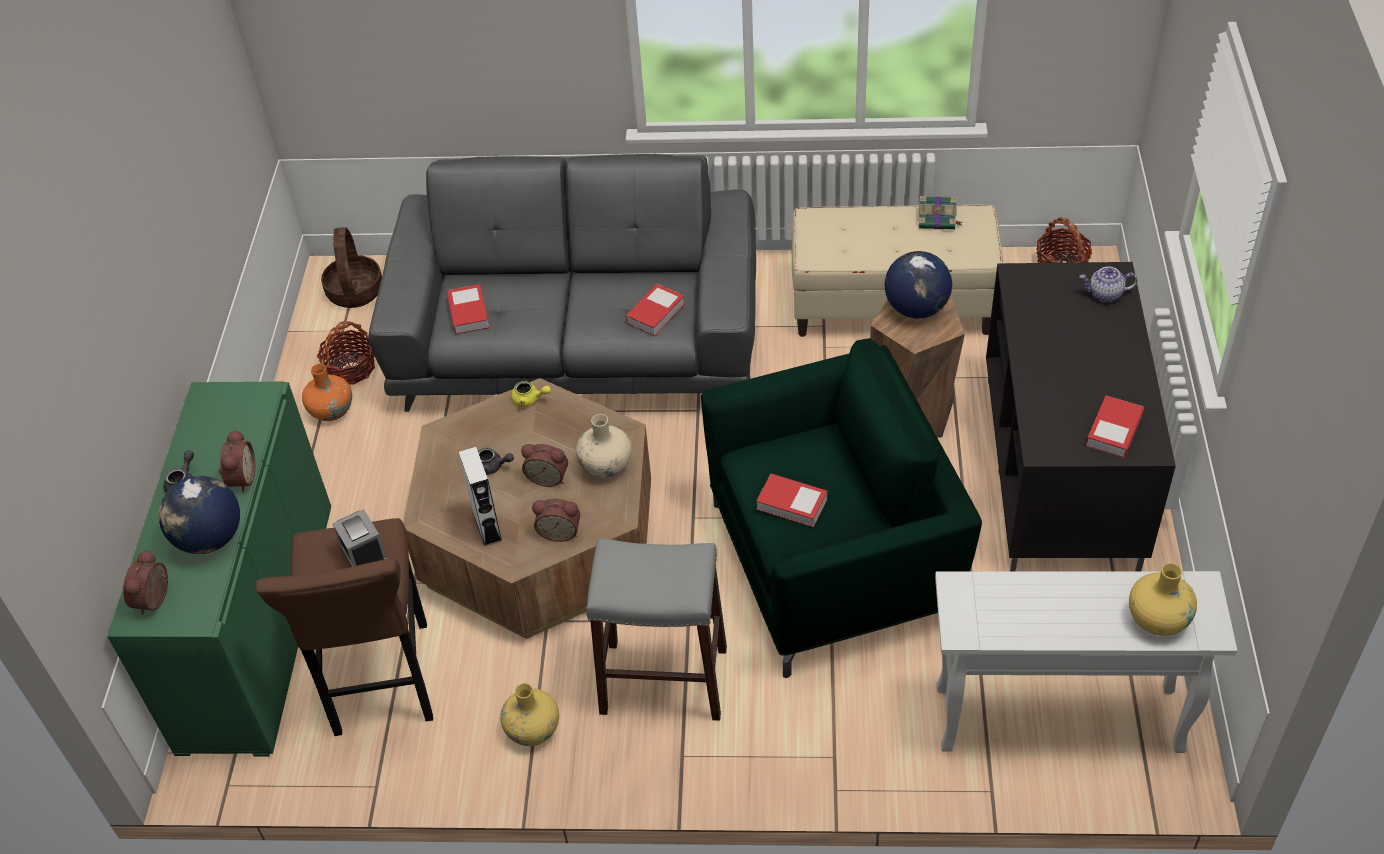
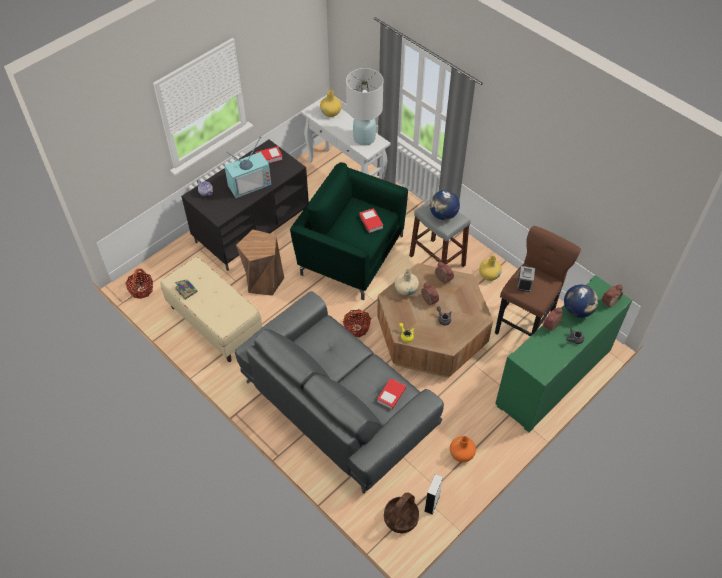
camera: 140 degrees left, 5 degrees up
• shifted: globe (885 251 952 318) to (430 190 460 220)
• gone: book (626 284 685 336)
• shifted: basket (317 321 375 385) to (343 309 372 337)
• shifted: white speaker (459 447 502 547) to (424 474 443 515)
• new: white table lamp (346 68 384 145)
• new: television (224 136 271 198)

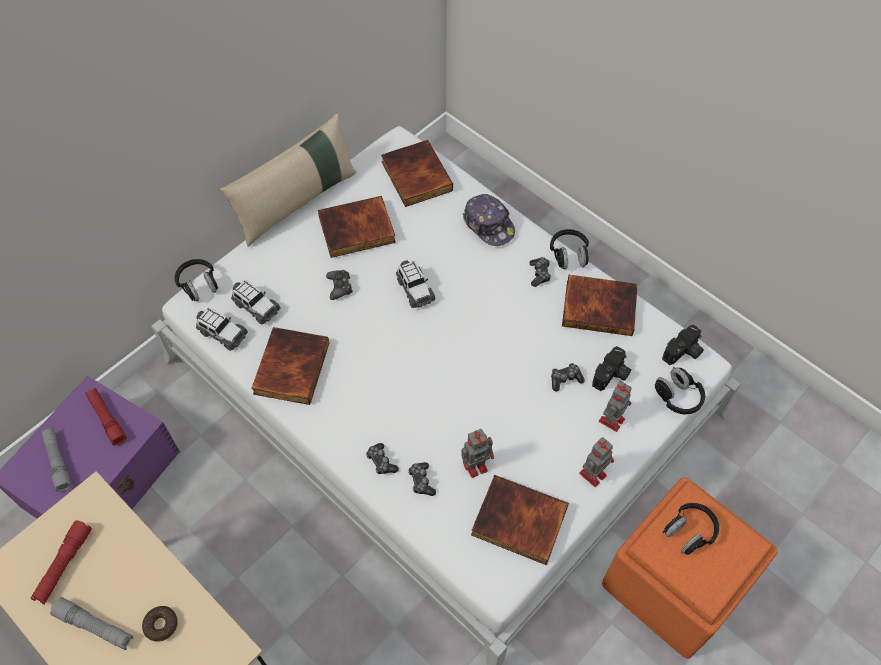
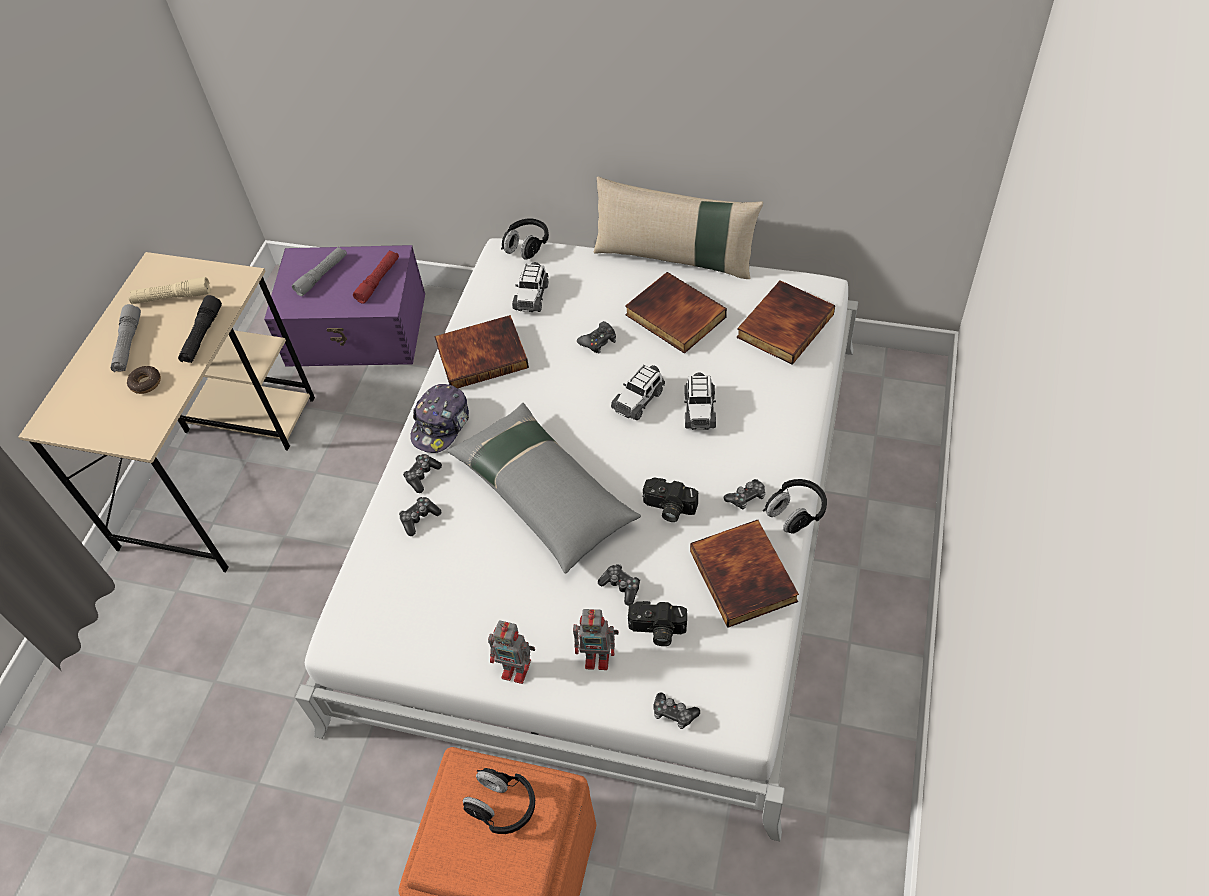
camera: 65 degrees right, 5 degrees down
• shifted: cap (463 194 515 246) to (410 384 469 453)
• shifted: toy car (196 307 248 351) to (684 373 716 430)
• shifted: photo camera (662 325 704 365) to (643 478 698 522)
• swapped: black headphones (655 367 705 414) to game controller (653 692 700 729)
• gone: toy robot (461 429 494 478)
• gone: book (471 475 569 565)
• repainted: red flashlight (30 520 92 605) to beige flashlight (129 277 211 304)
• new: black flashlight (178 295 222 363)
• new: grey pillow (448 403 641 574)

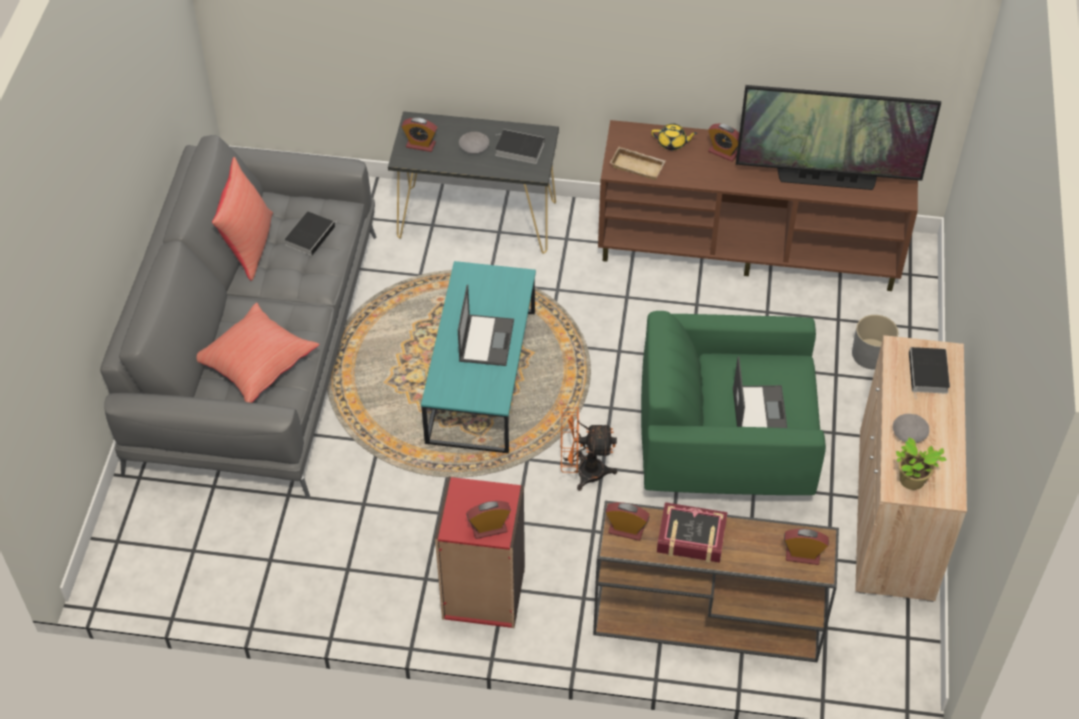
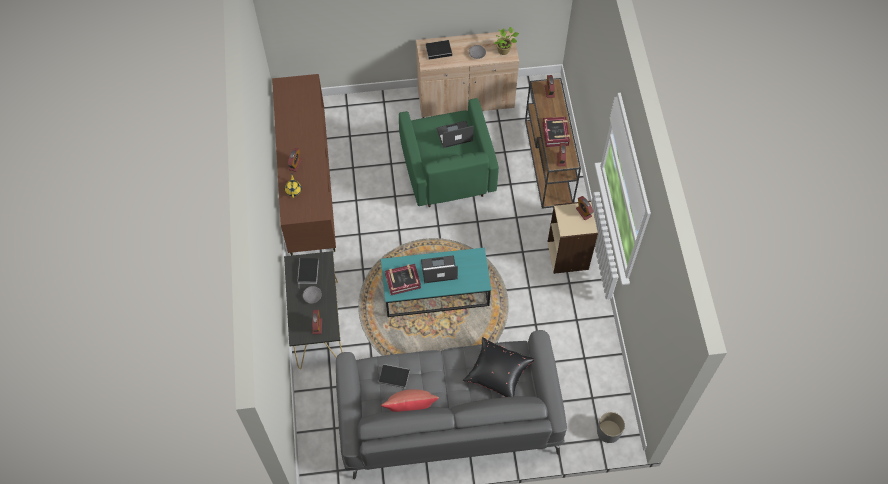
camera: 105 degrees left, 10 degrees up
• gone: television (736 85 941 190)
• gone: beige tray (610 147 666 180)
• repainted: red pillow (197 303 319 403) to black pillow (463 337 534 397)
• shifted: grey planter (852 315 898 369) to (597 412 625 443)
• gone: orange fan (561 407 617 491)
• repainted: red bookcase (435 477 525 628) to beige bookcase (548 201 598 274)
• new: book (385 264 421 295)

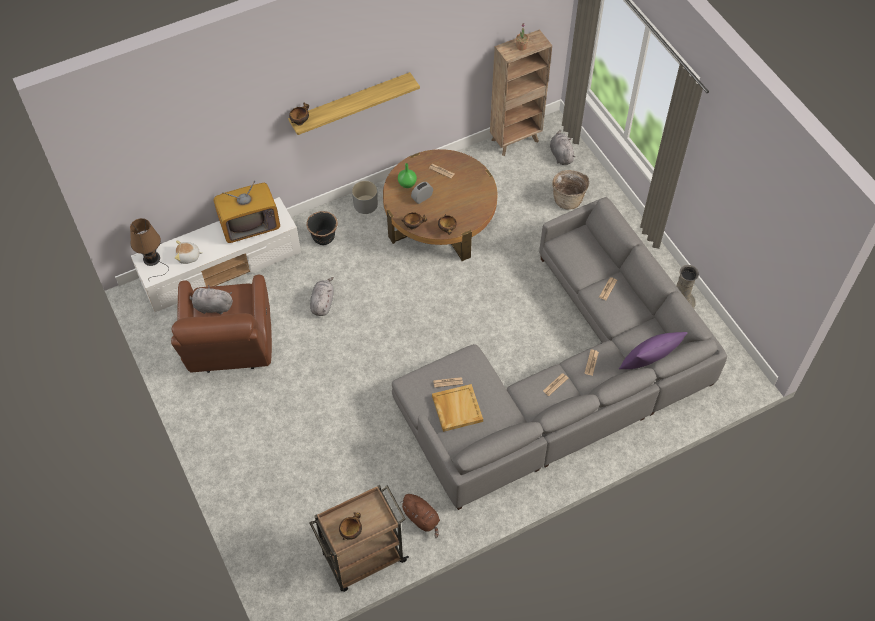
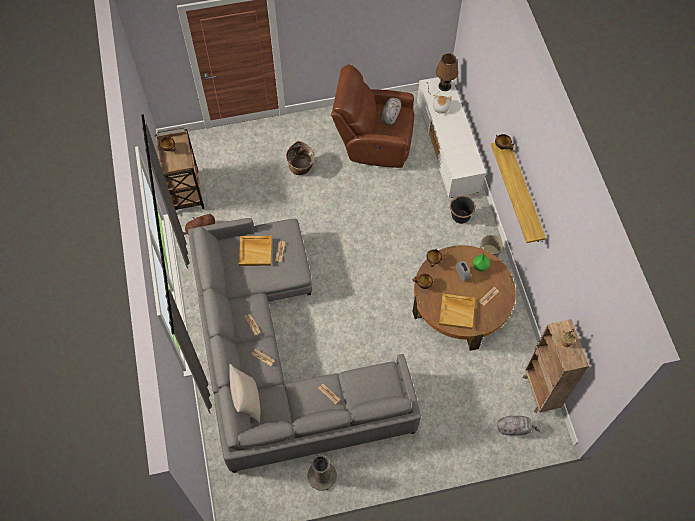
camera: 105 degrees right, 5 degrees up
• shifted: basket (552 170 589 210) to (286 141 315 175)
• gone: television (214 181 280 243)
• gone: grey plush toy (310 277 334 316)
• repainted: purple pillow (619 332 687 369) to beige pillow (229 364 260 423)
• new: beige tray (439 294 475 329)

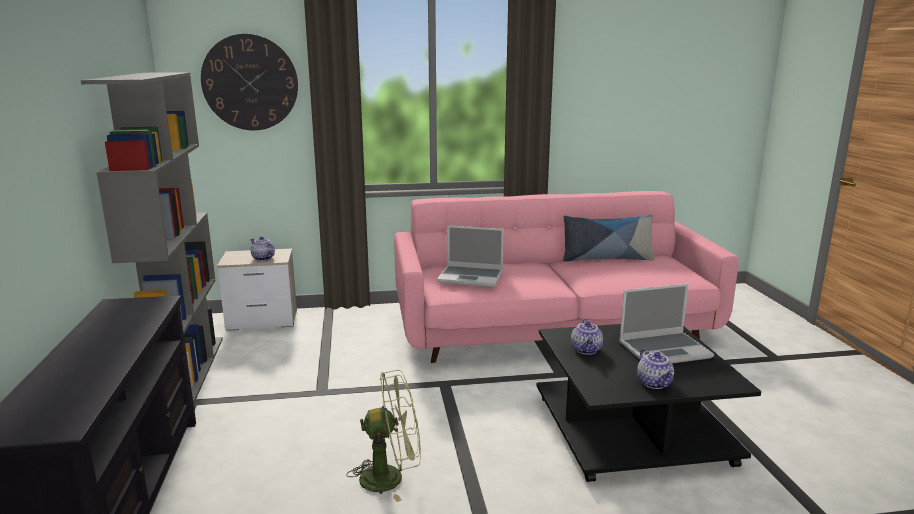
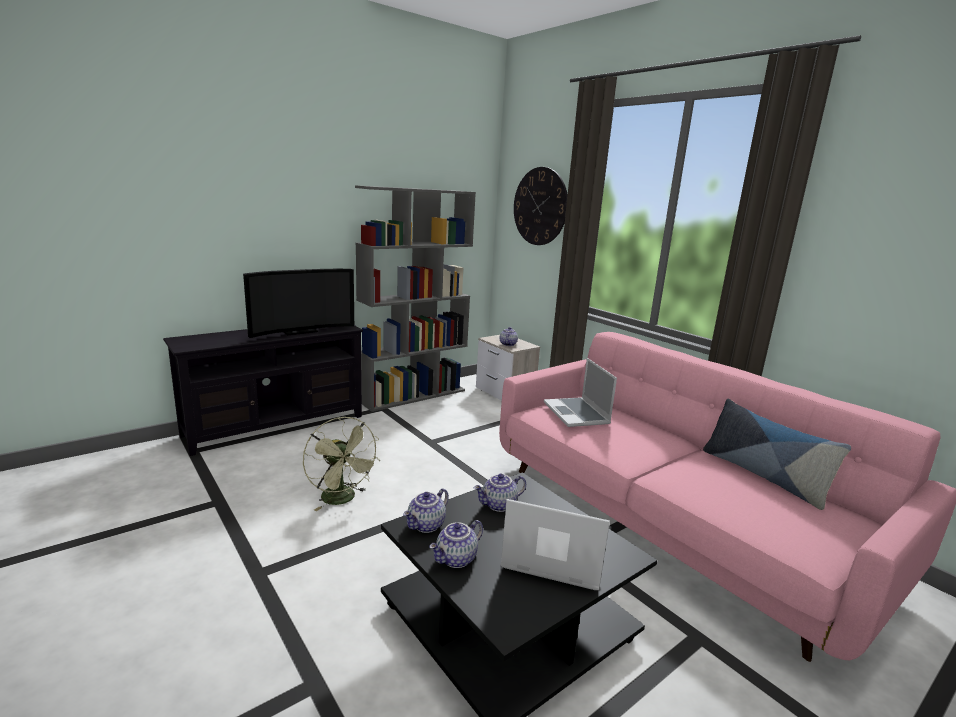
camera: 60 degrees right, 0 degrees up
• rotated: laptop (619 284 714 363) = (501 499 610 590) 150 degrees clockwise
• new: television (243 269 354 338)
• new: teapot (403 488 449 533)

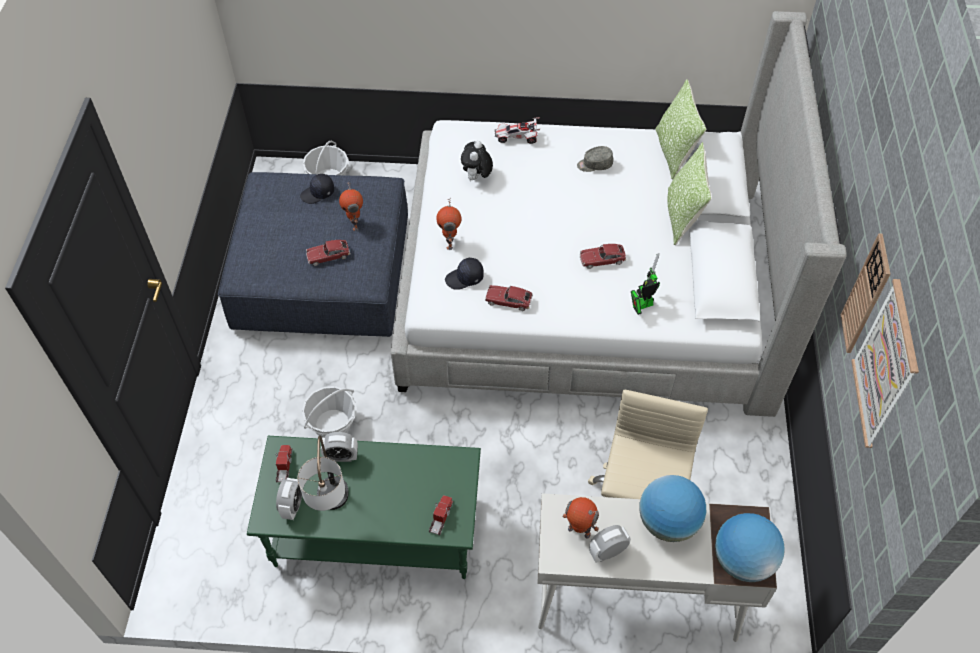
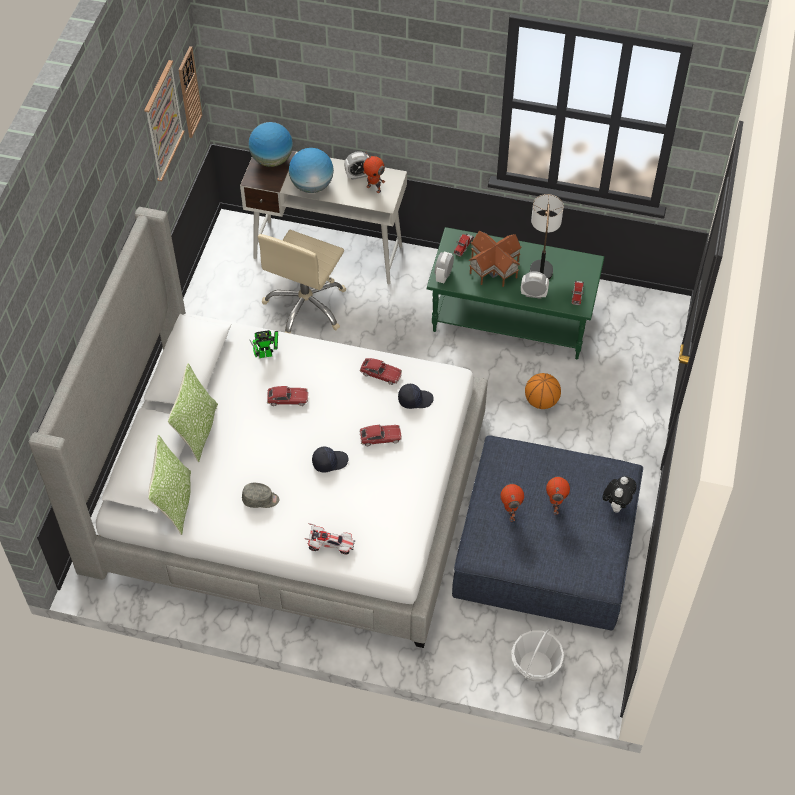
camera: 170 degrees left, 0 degrees up
• shifted: plush toy (461 141 493 180) to (603 476 636 513)
• shifted: black cap (300 174 334 204) to (312 446 348 473)
• shifted: toy robot (436 198 462 250) to (546 476 570 515)
• shifted: wall clock (841 233 890 353) to (178 46 202 138)
• shifted: toy car (306 240 351 266) to (359 425 402 446)
• swapped: basket (302 386 357 438) to basketball (525 373 561 409)
• shifted: alarm clock (276 478 302 520) to (435 252 454 283)
• new: toy house (469 231 522 287)

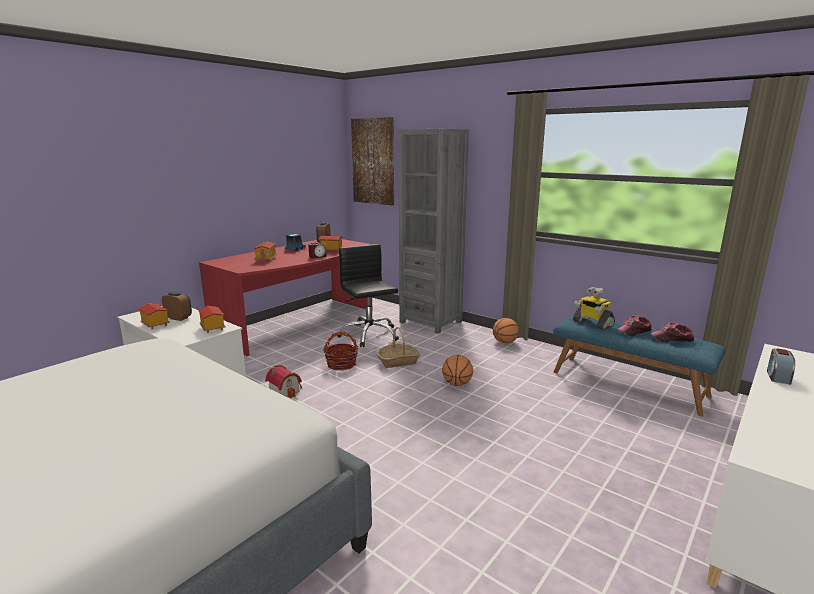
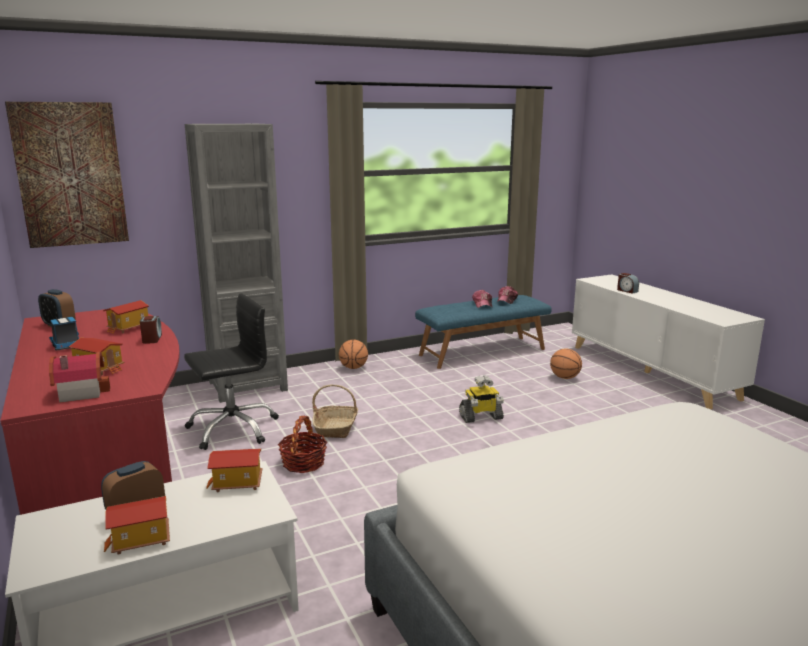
camera: 65 degrees left, 0 degrees up
• rotated: black office chair (337 244 399 347) = (184 293 279 450) 150 degrees clockwise
• shifted: toy robot (573 287 615 330) to (459 375 504 423)
• shifted: basketball (442 355 473 386) to (550 349 582 379)
• shifted: toy house (265 365 302 398) to (49 352 110 403)

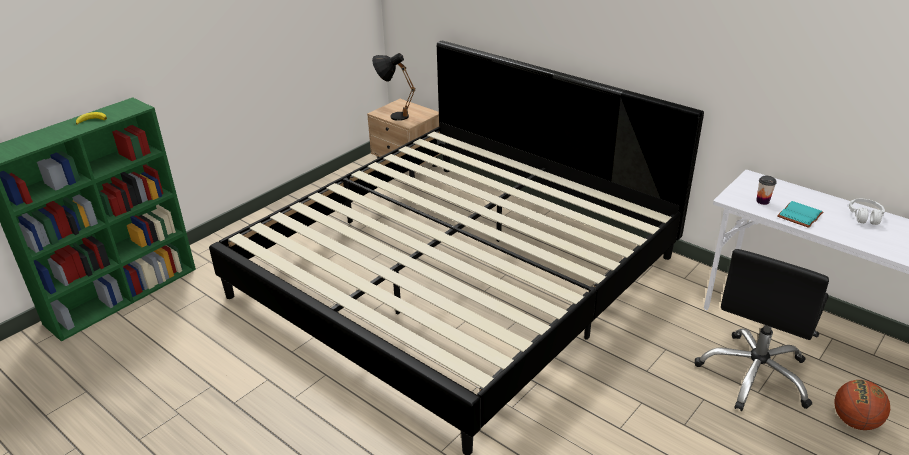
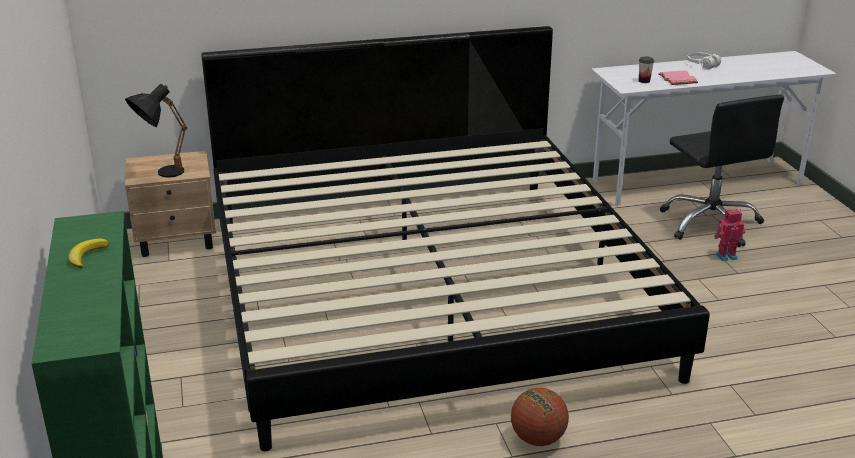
camera: 55 degrees left, 5 degrees down
• repainted: turquoise book (777 201 823 228) to pink book (658 70 698 85)
• shifted: basketball (834 380 890 430) to (511 388 569 446)
• new: toy robot (714 209 745 261)

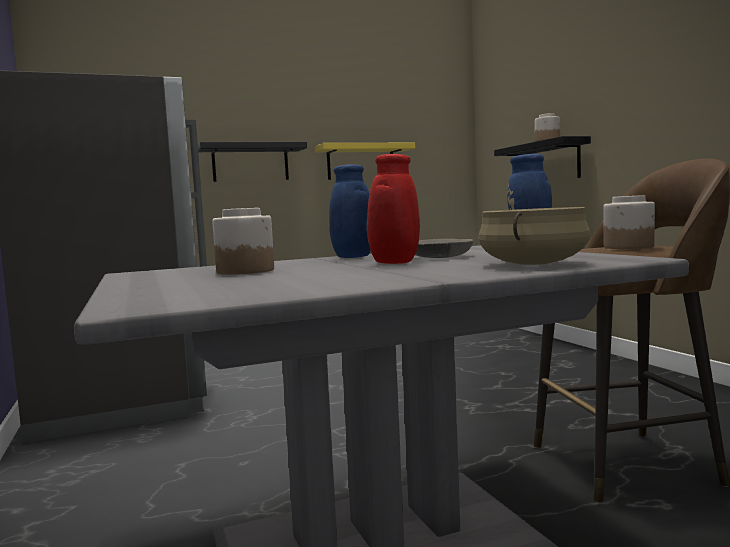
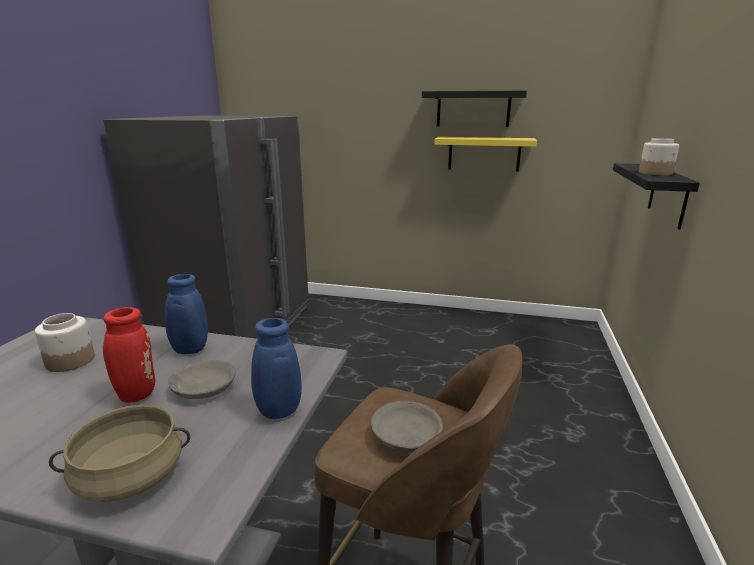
camera: 35 degrees right, 15 degrees up
• shifted: black shelf (198 142 307 182) to (422 91 527 127)
• swapped: jar (603 195 655 249) to grey bowl (371 401 443 452)

